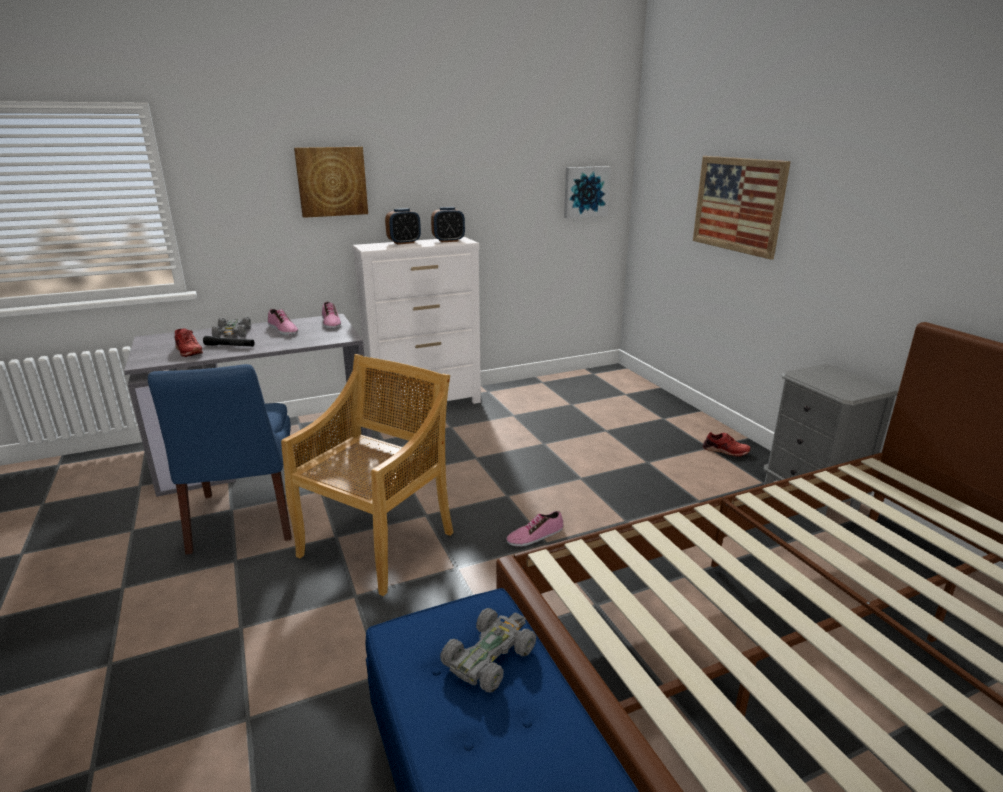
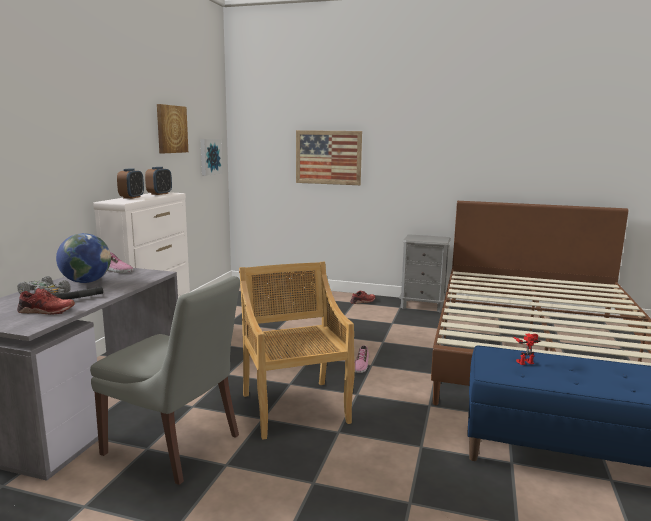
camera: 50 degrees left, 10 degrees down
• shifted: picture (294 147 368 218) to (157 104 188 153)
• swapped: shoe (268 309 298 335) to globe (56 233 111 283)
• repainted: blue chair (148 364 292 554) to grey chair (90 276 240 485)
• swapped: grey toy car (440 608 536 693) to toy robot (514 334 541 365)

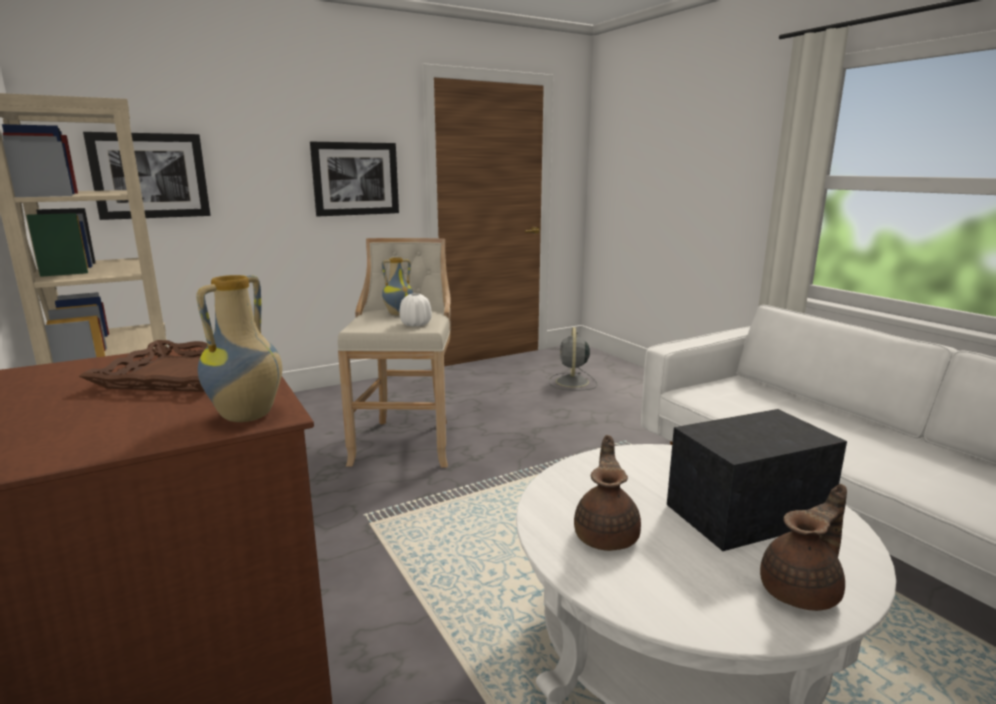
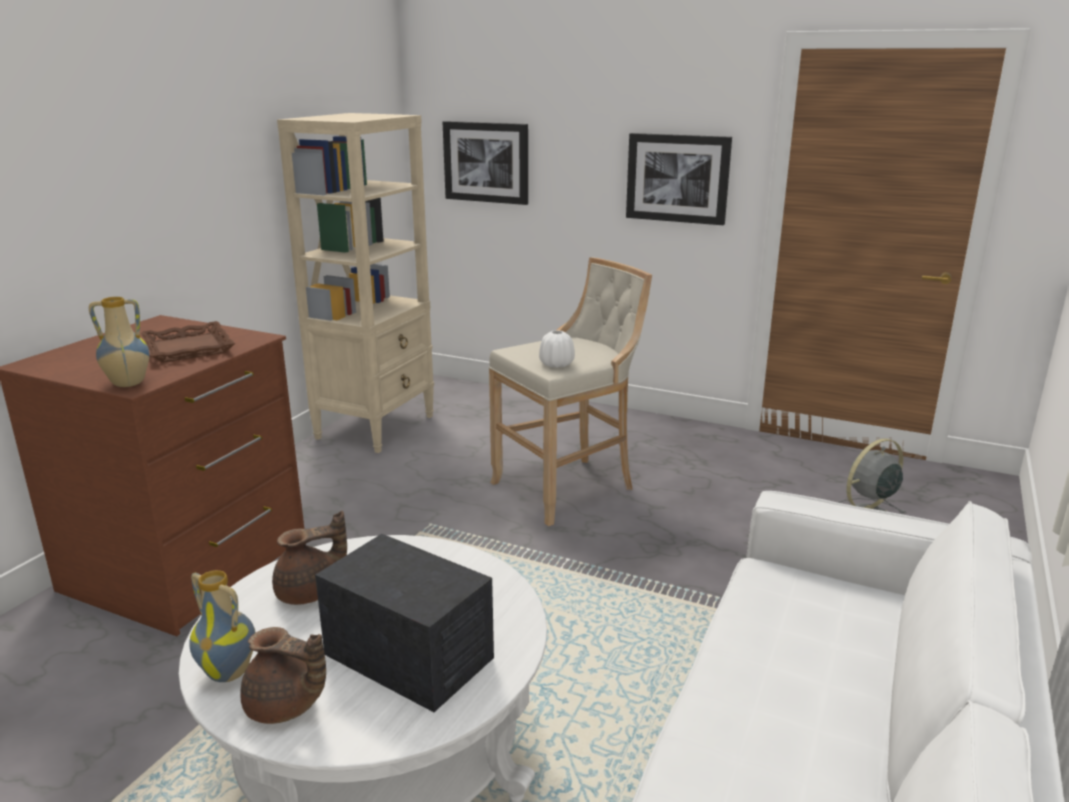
camera: 55 degrees right, 5 degrees up
• shifted: vase (382 257 413 315) to (189 570 256 682)

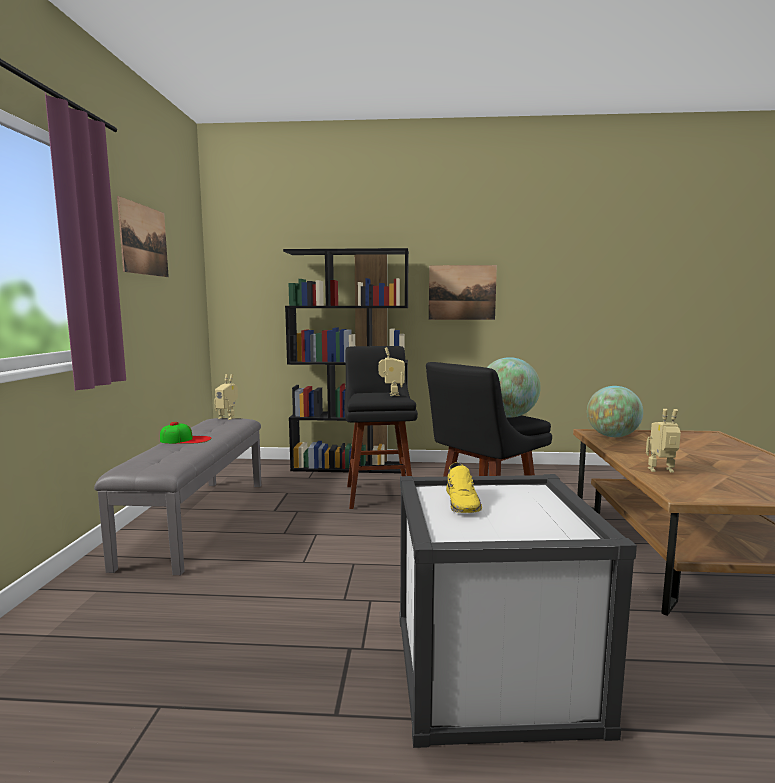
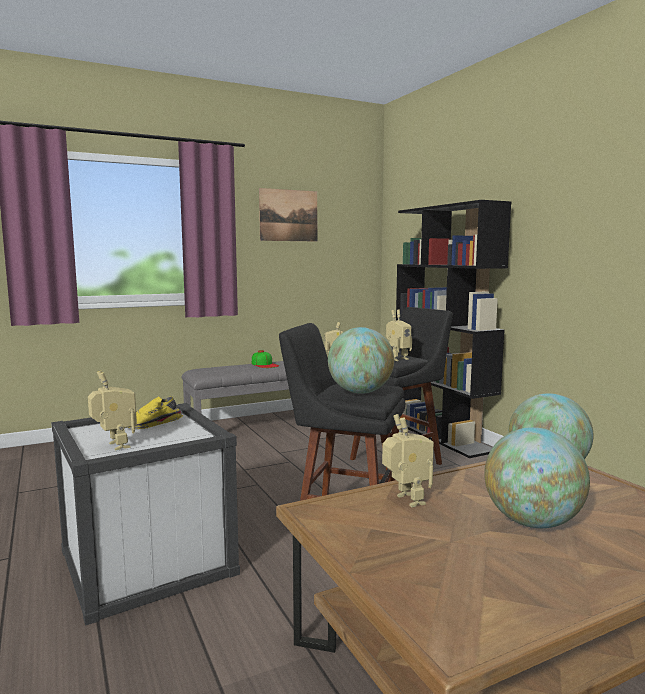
camera: 60 degrees right, 0 degrees up
• gone: picture (429 265 497 320)
• new: toy robot (88 371 137 450)
• new: globe (484 427 590 528)

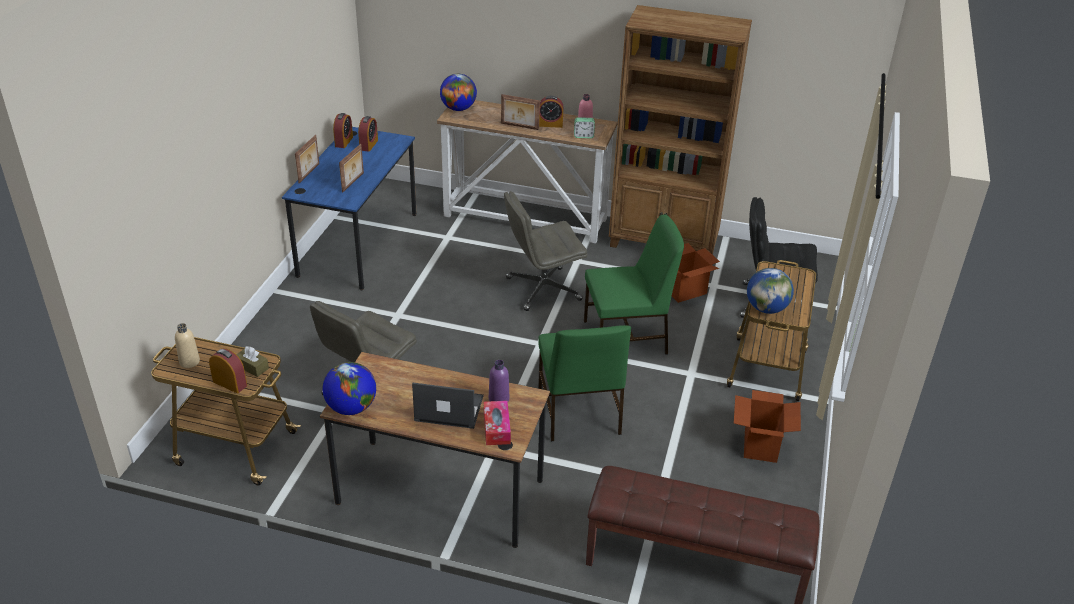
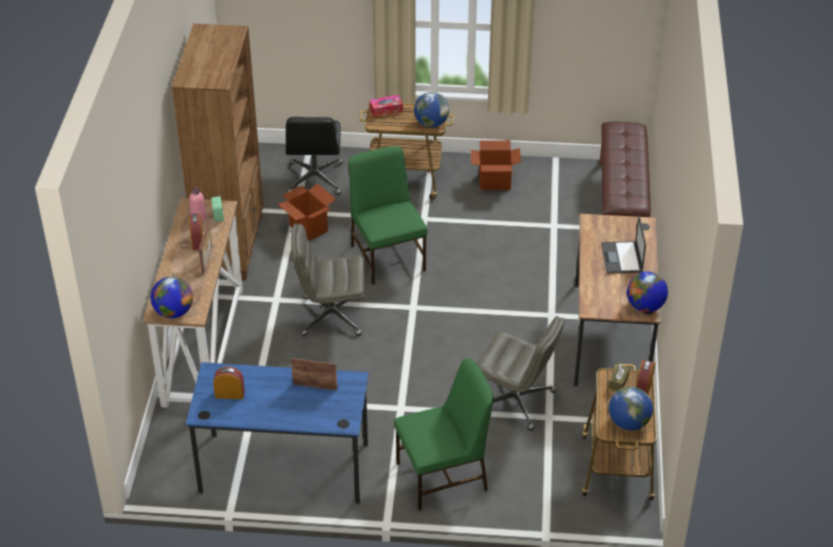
camera: 100 degrees left, 5 degrees up
• gone: alarm clock (333 113 353 148)
• gone: picture frame (295 135 319 183)
• rotated: grey office chair (504 191 587 311) = (291 224 365 336) 120 degrees clockwise
• swapped: beige bottle (175 323 200 368) to globe (609 386 653 430)
• shifted: green chair (538 325 631 441) to (394 358 493 511)
• gone: purple bottle (489 360 509 401)
• shifted: tissue box (484 401 511 445) to (370 95 403 117)

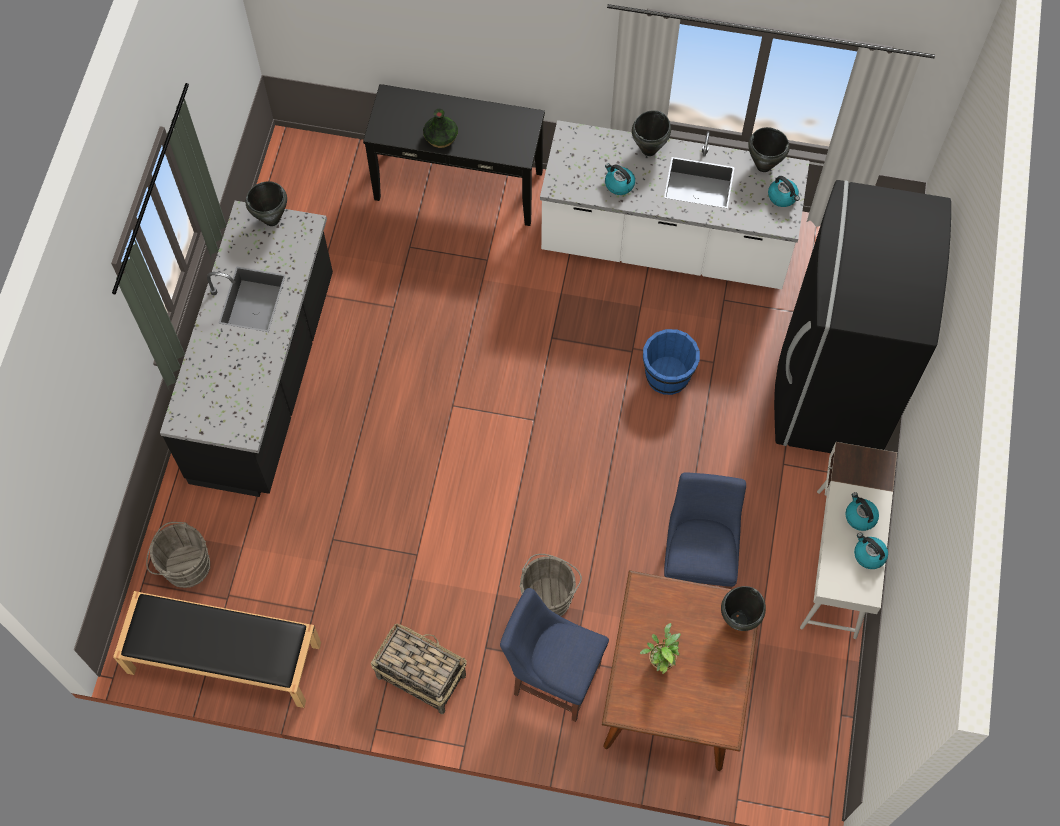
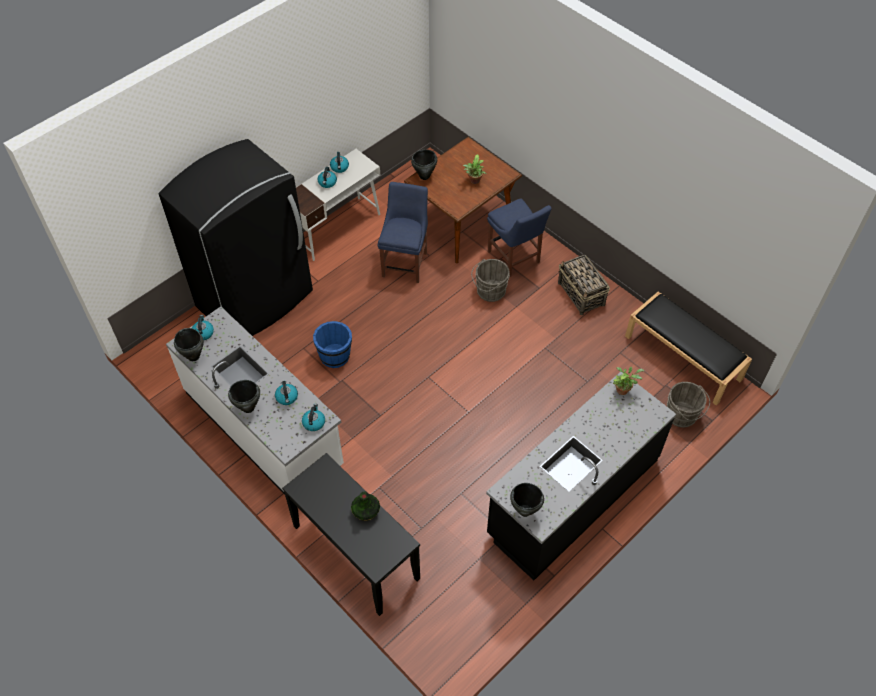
camera: 145 degrees left, 10 degrees down
• rotated: blue chair (664 473 746 589) = (378 182 428 283) 150 degrees clockwise
• new: potted plant (613 367 645 395)
• new: kettle (302 403 325 431)

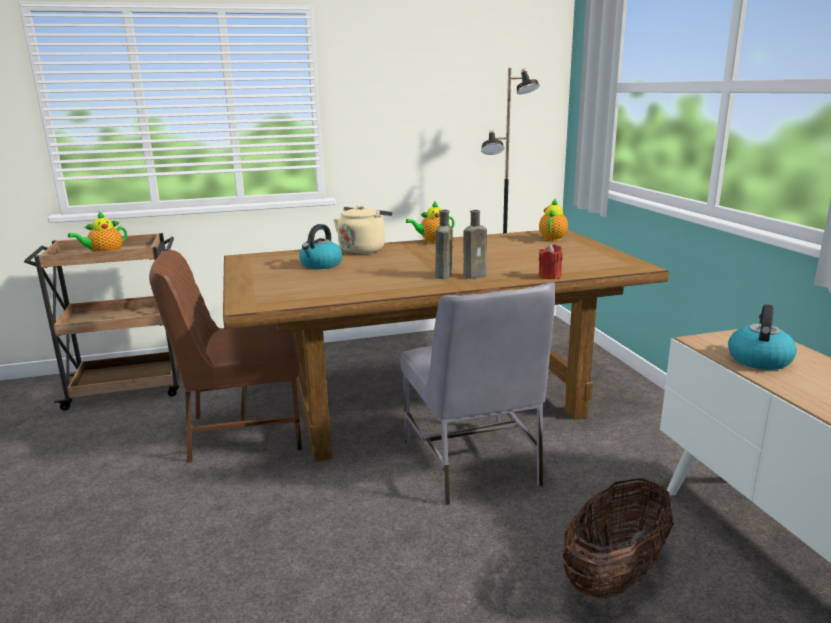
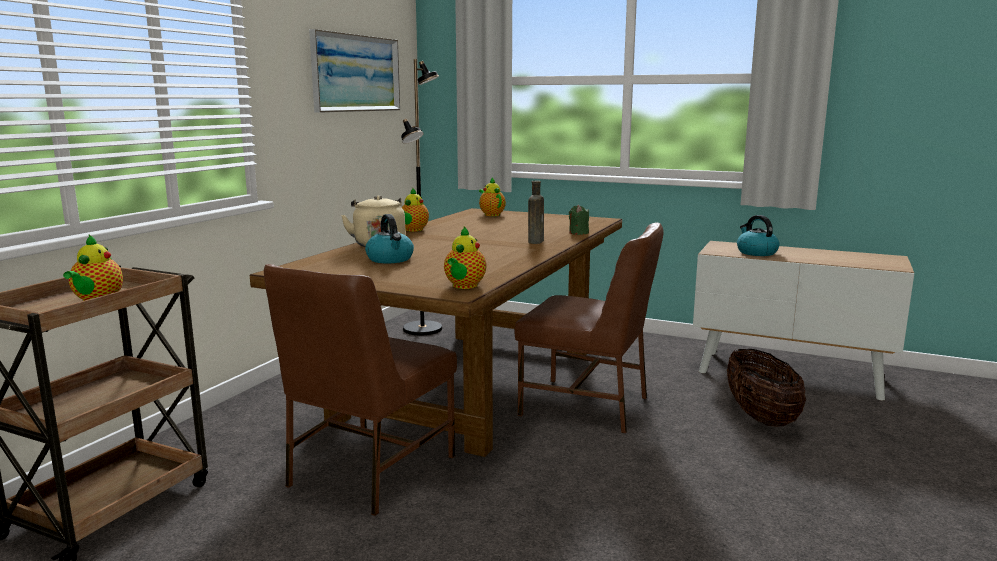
camera: 50 degrees left, 5 degrees down
• gone: brown bottle (435 210 453 279)
• repainted: red candle (539 244 563 279) to green candle (569 205 589 235)
• repainted: grey chair (400 282 555 506) to brown chair (514 222 664 433)
• new: picture (309 29 400 113)
• new: teapot (444 227 486 289)

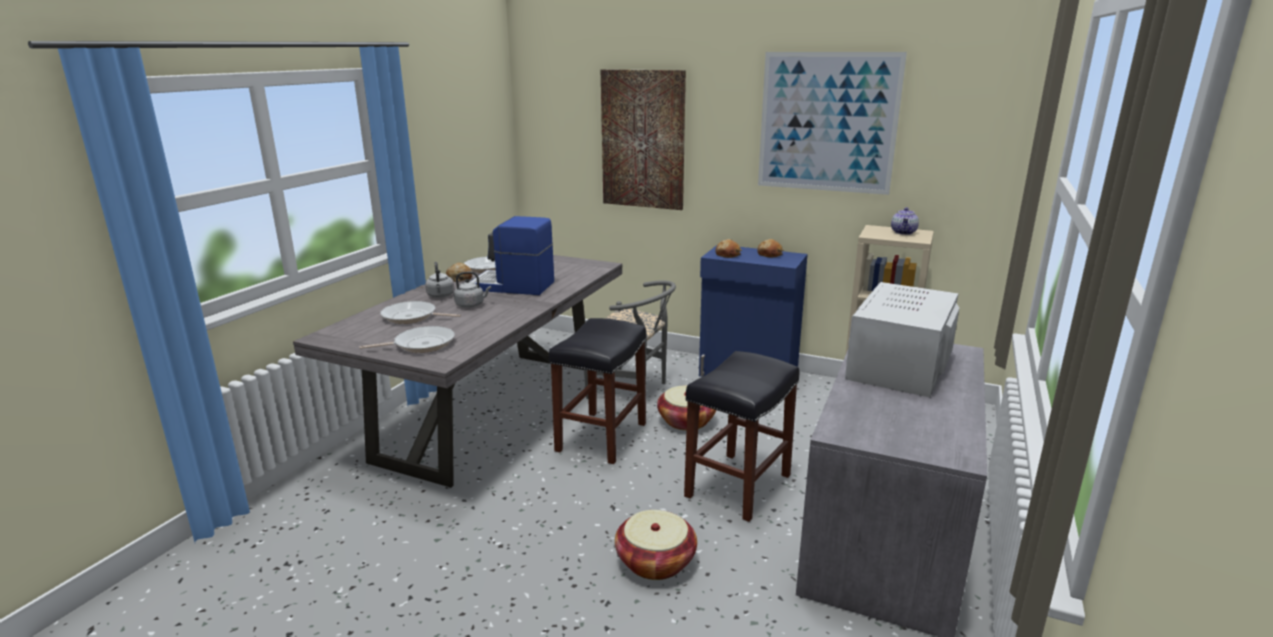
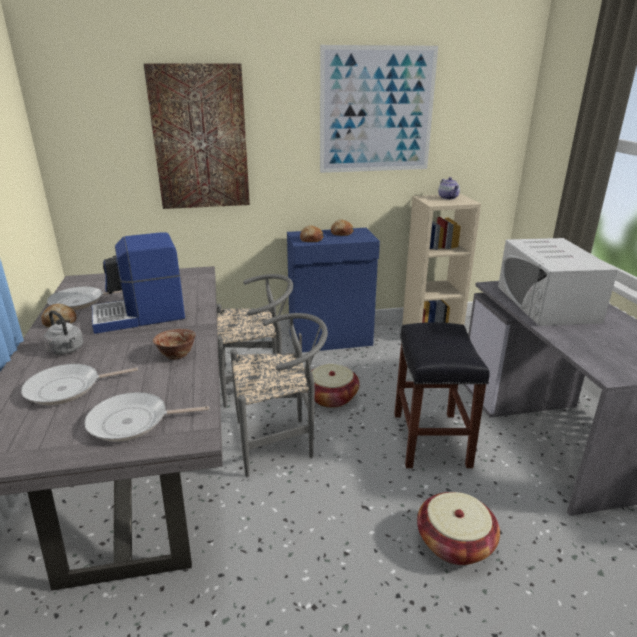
camera: 35 degrees left, 5 degrees up
• gone: grey kettle (454 272 491 308)
• swapped: black stool (549 318 647 464) to grey chair (230 313 328 477)
• rotated: frying pan (359 326 455 353) = (84 392 209 442) 135 degrees counterclockwise
• new: bowl (153 329 196 360)

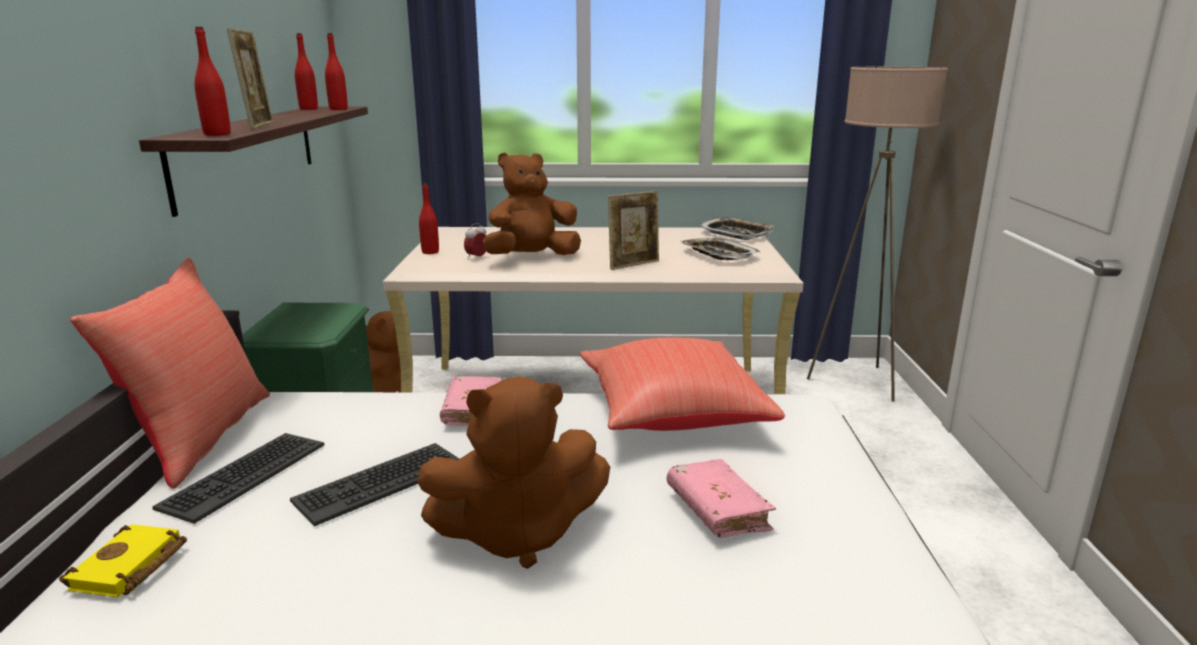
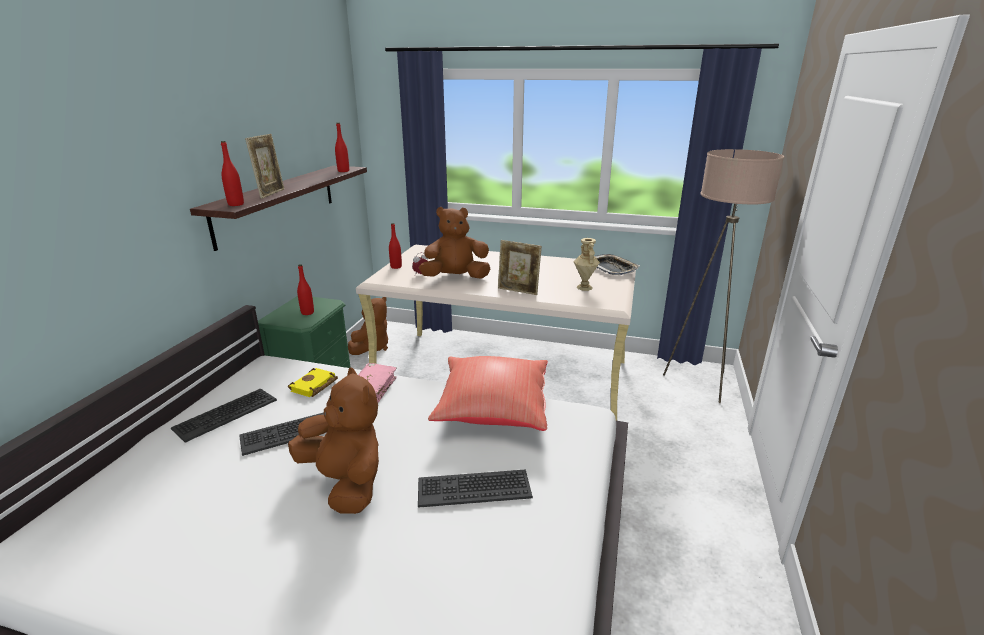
camera: 15 degrees right, 5 degrees up
• shifted: red bottle (295 33 318 110) to (297 264 314 315)
• rotated: picture frame (608 190 659 270) = (498 240 542 295) 45 degrees clockwise
• swapped: tray (681 238 761 260) to beige vase (574 238 600 291)
• gone: red pillow (70 258 270 489)
• rotated: brown plush toy (417 376 610 569) = (288 367 379 514) 135 degrees counterclockwise
• swapped: pink book (667 459 776 538) to keyboard (418 470 533 508)
• shifted: yellow book (59 524 187 597) to (288 368 338 397)

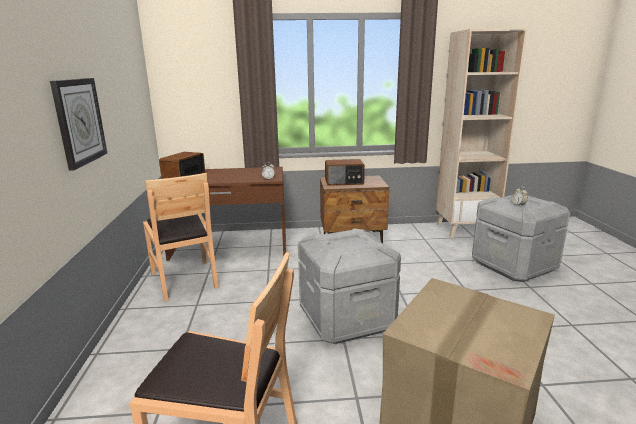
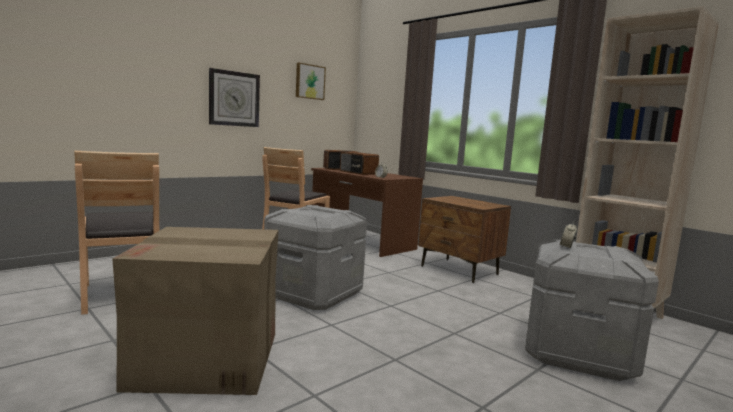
camera: 50 degrees right, 10 degrees down
• shifted: radio (325 159 365 186) to (340 152 379 175)
• new: picture (296 63 326 100)

